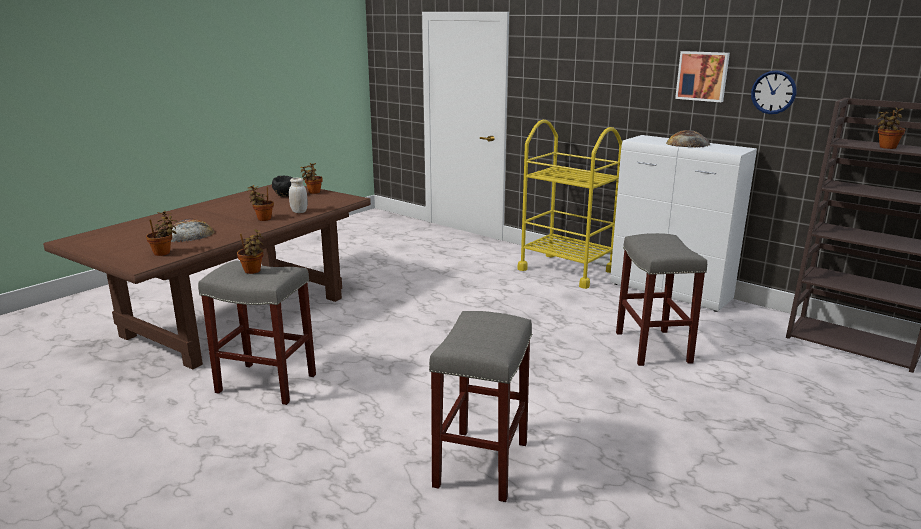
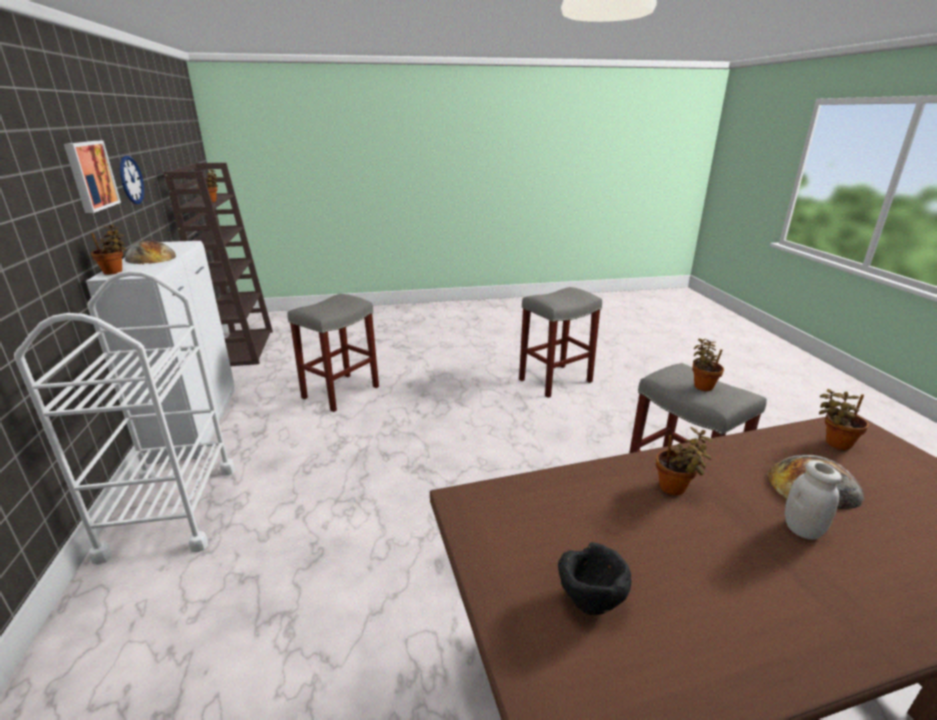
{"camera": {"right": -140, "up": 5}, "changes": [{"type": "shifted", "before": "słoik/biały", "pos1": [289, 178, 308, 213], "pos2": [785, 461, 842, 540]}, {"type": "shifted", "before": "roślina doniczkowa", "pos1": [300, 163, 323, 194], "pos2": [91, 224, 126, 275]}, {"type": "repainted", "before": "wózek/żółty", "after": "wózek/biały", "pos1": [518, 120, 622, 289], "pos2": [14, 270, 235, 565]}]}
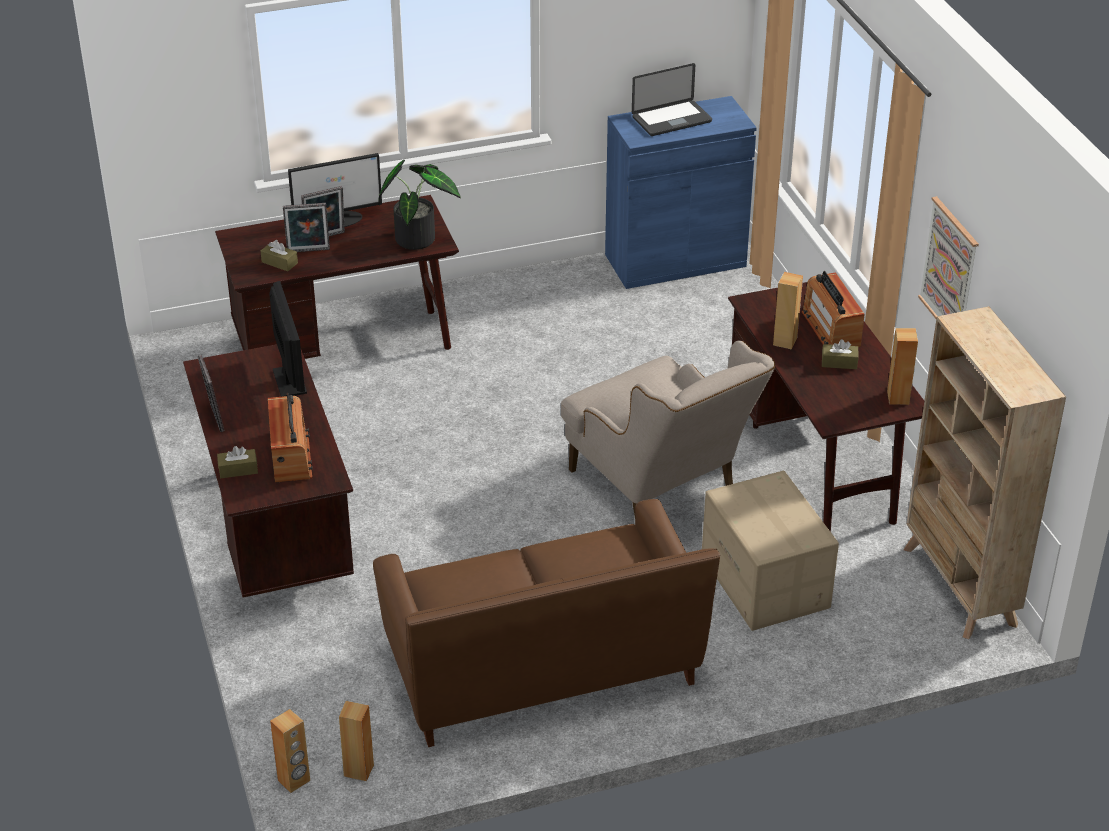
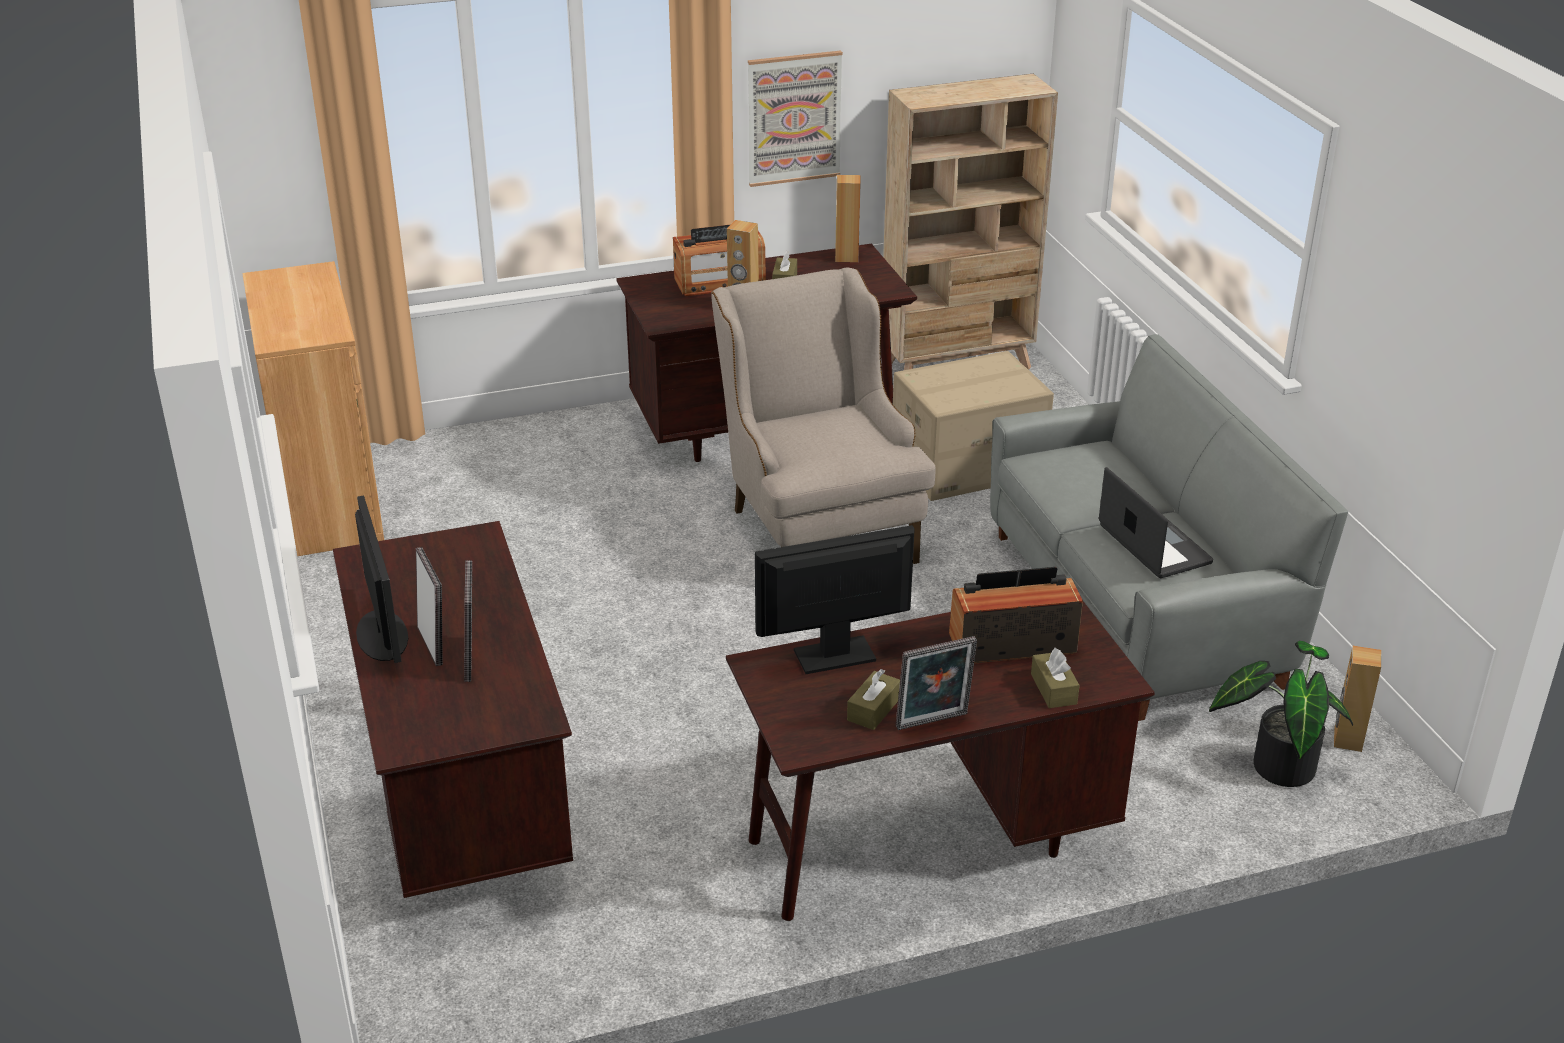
{"camera": {"right": -90, "up": -5}, "changes": [{"type": "gone", "before": "głośnik/brązowy", "pos1": [270, 709, 310, 793]}, {"type": "shifted", "before": "pudełko chusteczek/brązowy", "pos1": [260, 240, 298, 271], "pos2": [847, 669, 900, 730]}, {"type": "shifted", "before": "roślina doniczkowa", "pos1": [378, 160, 461, 250], "pos2": [1209, 641, 1353, 787]}, {"type": "shifted", "before": "laptop", "pos1": [632, 63, 712, 136], "pos2": [1099, 467, 1213, 578]}, {"type": "repainted", "before": "kanapa/brązowy", "after": "kanapa/szary", "pos1": [373, 499, 720, 747], "pos2": [990, 334, 1348, 721]}, {"type": "repainted", "before": "szafka/niebieski", "after": "szafka/brązowy", "pos1": [605, 96, 757, 289], "pos2": [242, 261, 384, 556]}, {"type": "rotated", "before": "fotel/beżowy", "pos1": [561, 341, 775, 515], "pos2": [711, 268, 936, 564], "turn": -75}]}
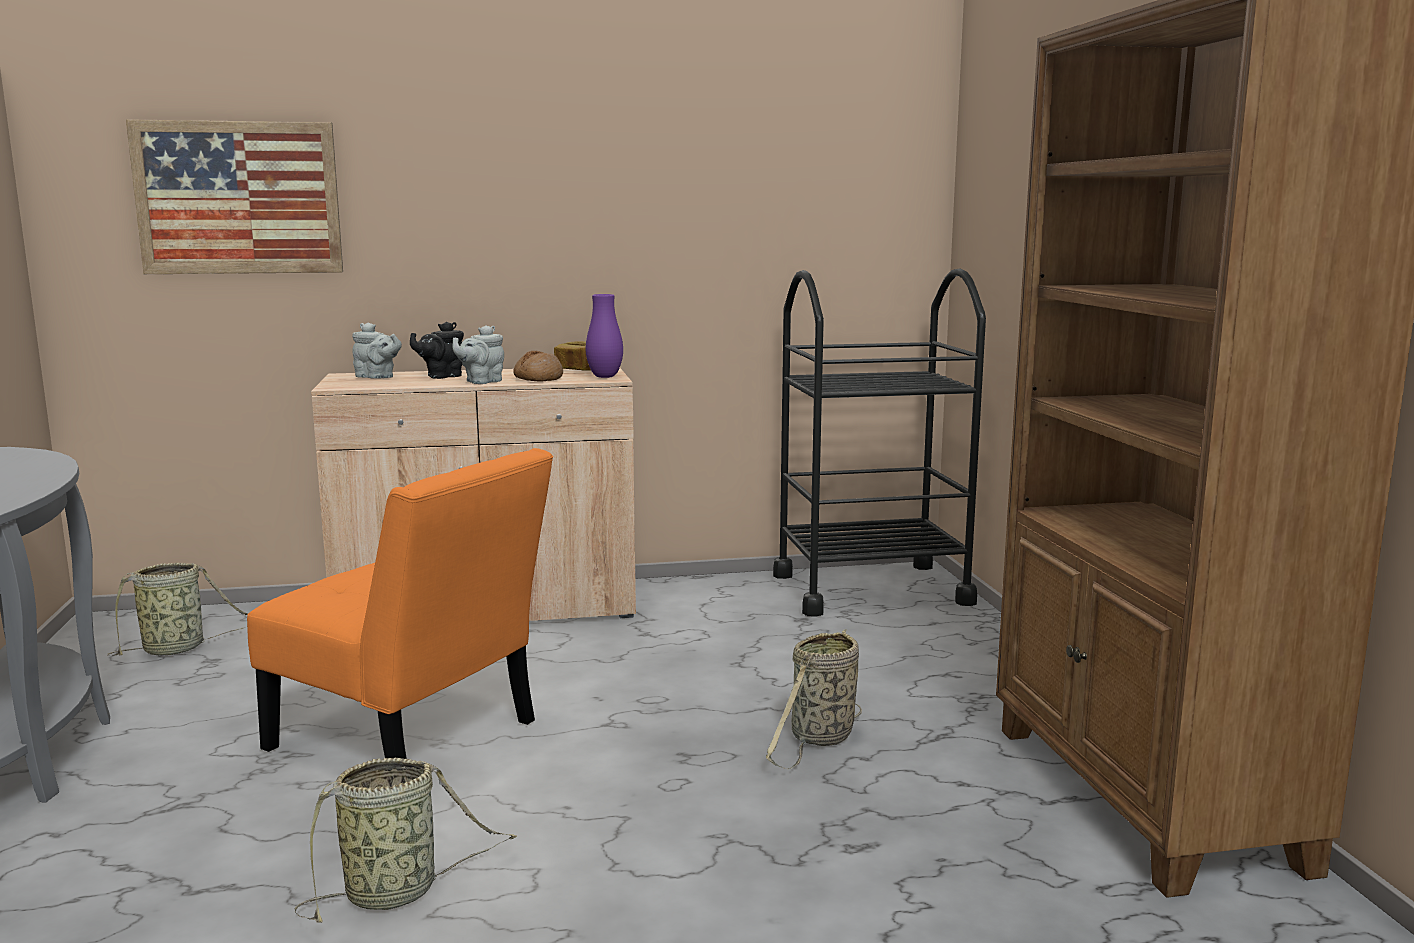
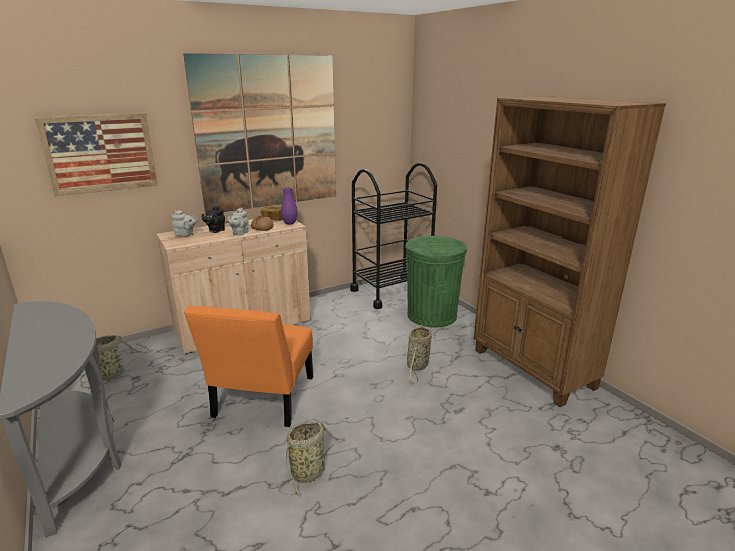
{"camera": {"right": -20, "up": 10}, "changes": [{"type": "new", "after": "obraz", "pos2": [183, 53, 336, 215]}, {"type": "new", "after": "kosz na śmieci/zielony", "pos2": [405, 236, 467, 328]}, {"type": "rotated", "before": "krzesło/pomarańczowy", "pos1": [247, 448, 553, 759], "pos2": [184, 305, 313, 427], "turn": 90}]}
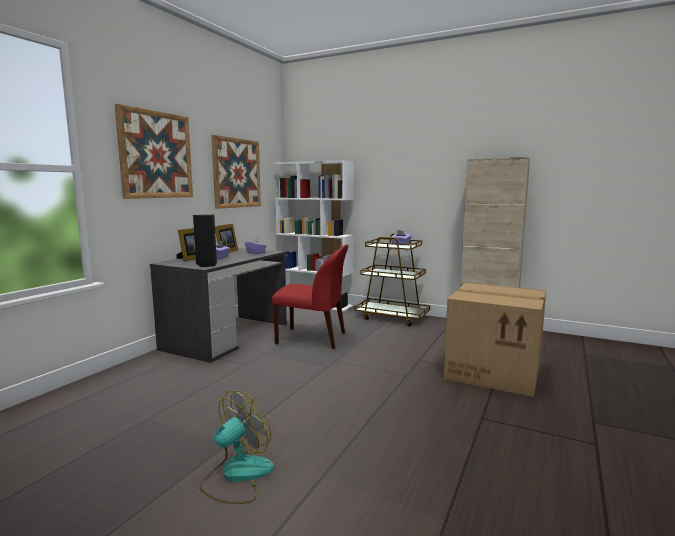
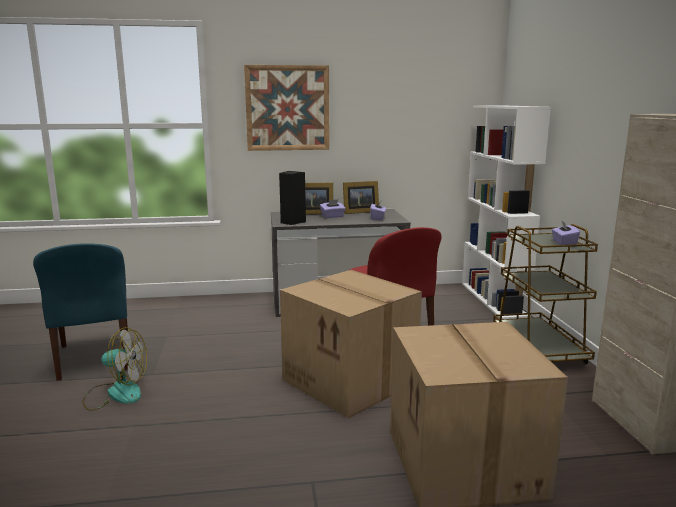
{"camera": {"right": 55, "up": 5}, "changes": [{"type": "gone", "before": "obraz", "pos1": [212, 135, 261, 209]}, {"type": "new", "after": "krzesło/niebieski", "pos2": [33, 243, 129, 380]}, {"type": "new", "after": "karton", "pos2": [280, 270, 422, 418]}]}
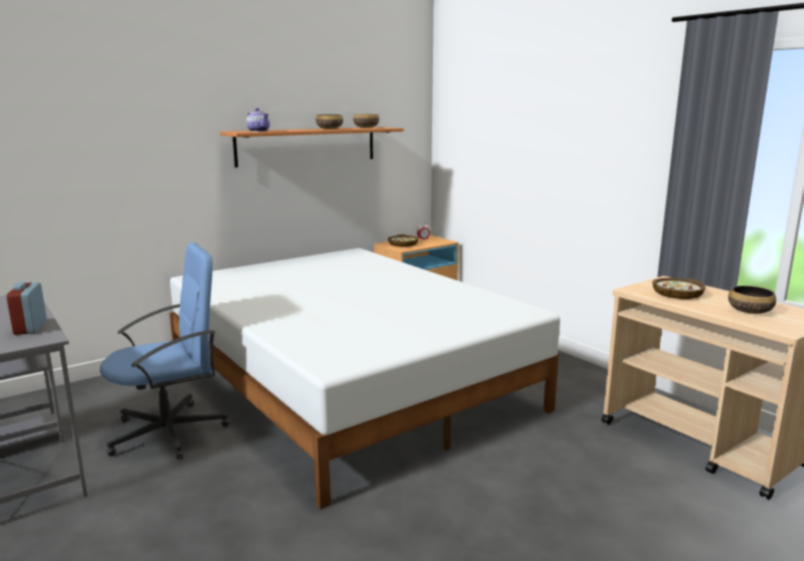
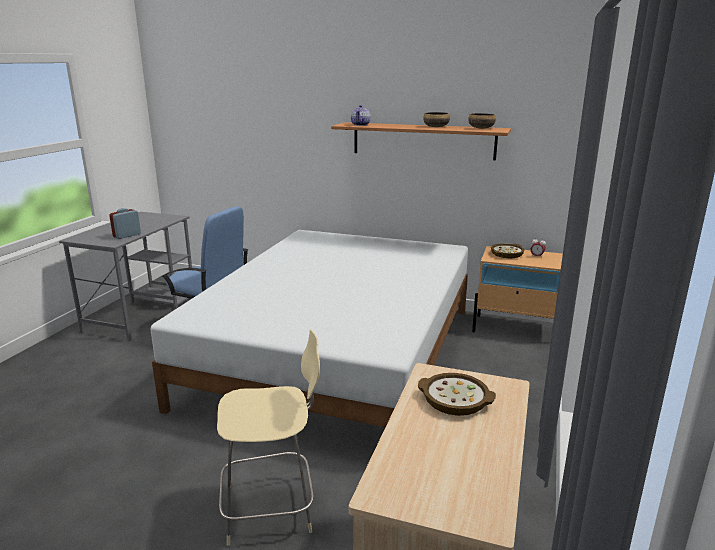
{"camera": {"right": 55, "up": 5}, "changes": [{"type": "gone", "before": "miska", "pos1": [728, 286, 776, 314]}, {"type": "new", "after": "krzesło/beżowy", "pos2": [217, 329, 320, 546]}]}
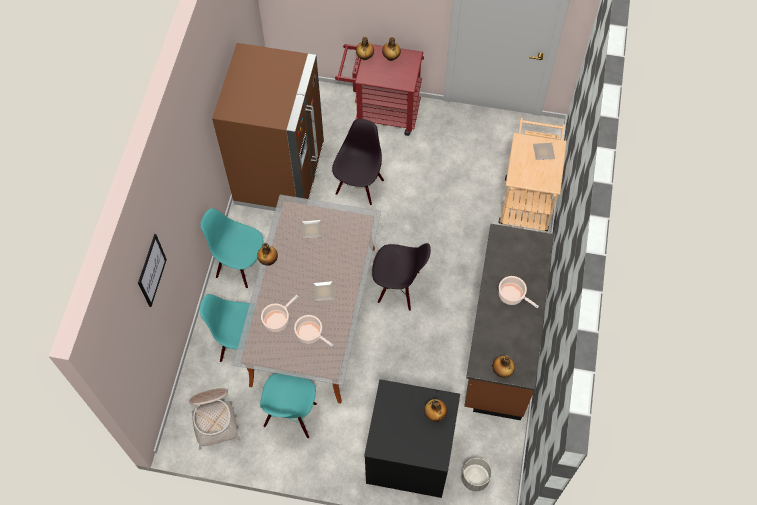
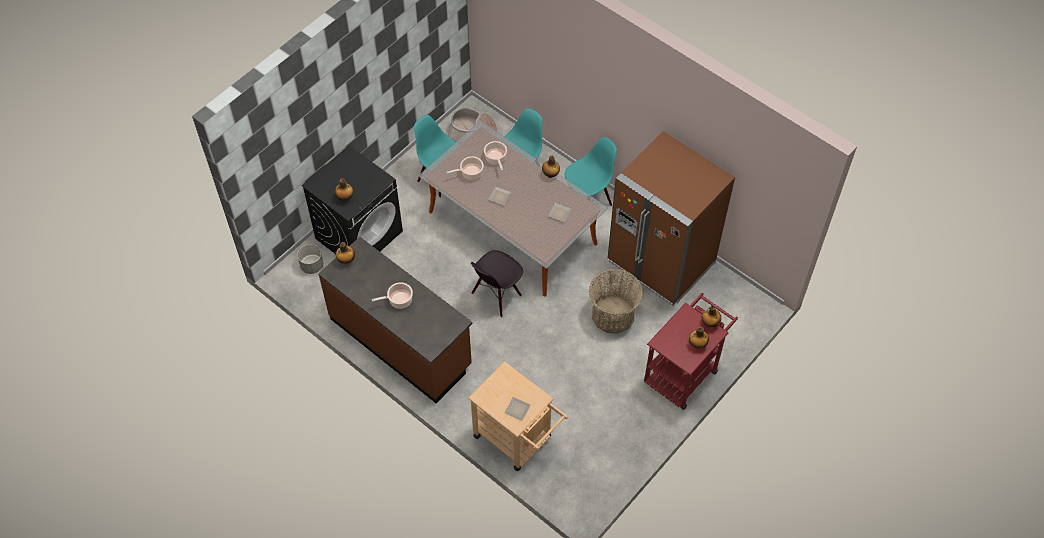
{"camera": {"right": 120, "up": -5}, "changes": [{"type": "gone", "before": "obraz", "pos1": [138, 234, 167, 307]}, {"type": "swapped", "before": "krzesło/czarny", "after": "koszyk", "pos1": [332, 119, 384, 205], "pos2": [589, 269, 643, 333]}]}
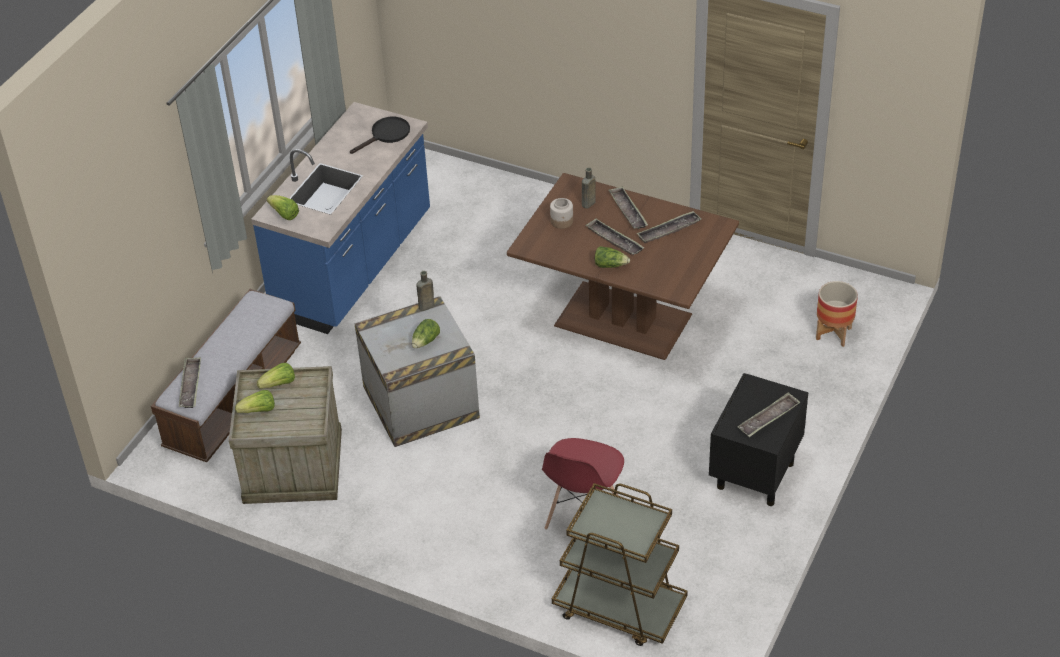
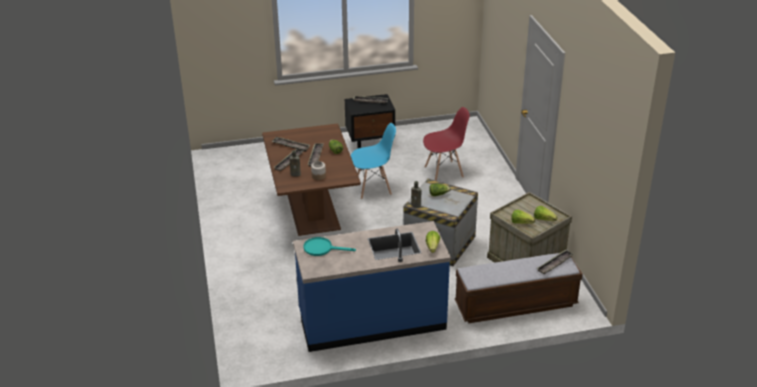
{"camera": {"right": -130, "up": -10}, "changes": [{"type": "gone", "before": "wózek/brązowy", "pos1": [552, 483, 688, 646]}, {"type": "gone", "before": "donica", "pos1": [816, 281, 858, 347]}, {"type": "new", "after": "krzesło/niebieski", "pos2": [351, 123, 396, 199]}, {"type": "repainted", "before": "patelnia/czarny", "after": "patelnia/turkusowy", "pos1": [350, 117, 410, 154], "pos2": [303, 237, 356, 256]}]}
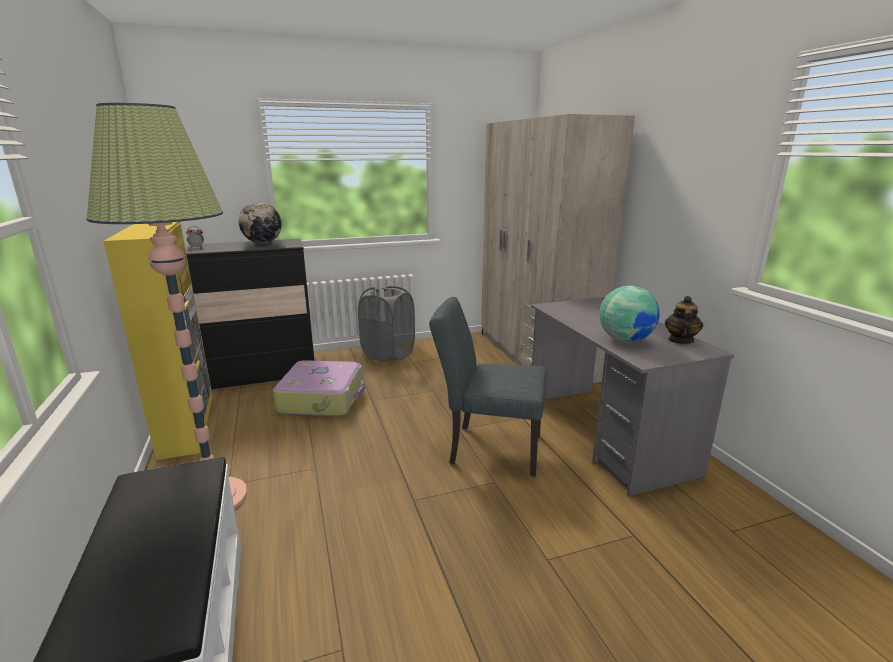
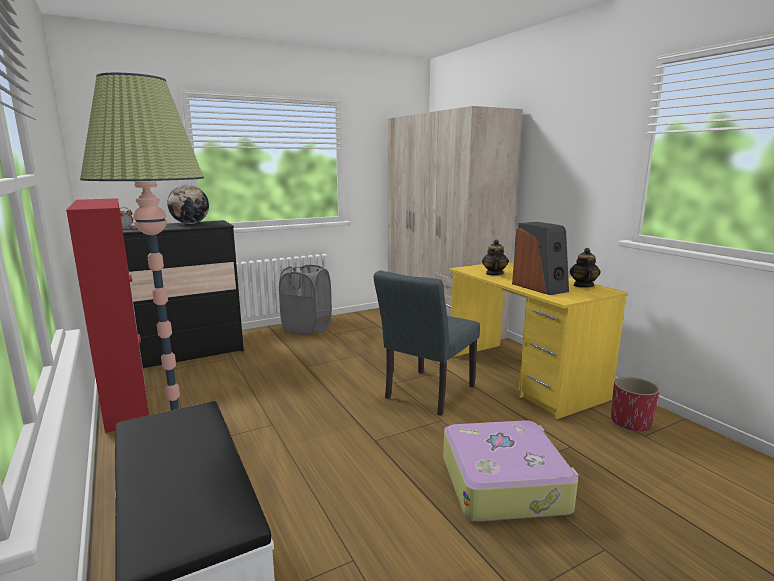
{"camera": {"right": -10, "up": -5}, "changes": [{"type": "new", "after": "imbryk", "pos2": [482, 239, 509, 275]}, {"type": "new", "after": "donica/czerwony", "pos2": [611, 377, 660, 433]}, {"type": "shifted", "before": "walizka", "pos1": [272, 360, 365, 416], "pos2": [443, 420, 579, 522]}, {"type": "swapped", "before": "globus", "after": "głośnik", "pos1": [599, 286, 660, 342], "pos2": [512, 222, 569, 295]}, {"type": "repainted", "before": "szafka/żółty", "after": "szafka/czerwony", "pos1": [103, 222, 213, 460], "pos2": [66, 198, 149, 433]}, {"type": "repainted", "before": "biurko/szary", "after": "biurko/żółty", "pos1": [531, 297, 734, 496], "pos2": [449, 262, 628, 420]}, {"type": "rotated", "before": "krzesło/szary", "pos1": [429, 297, 546, 477], "pos2": [374, 271, 480, 416], "turn": -60}]}
